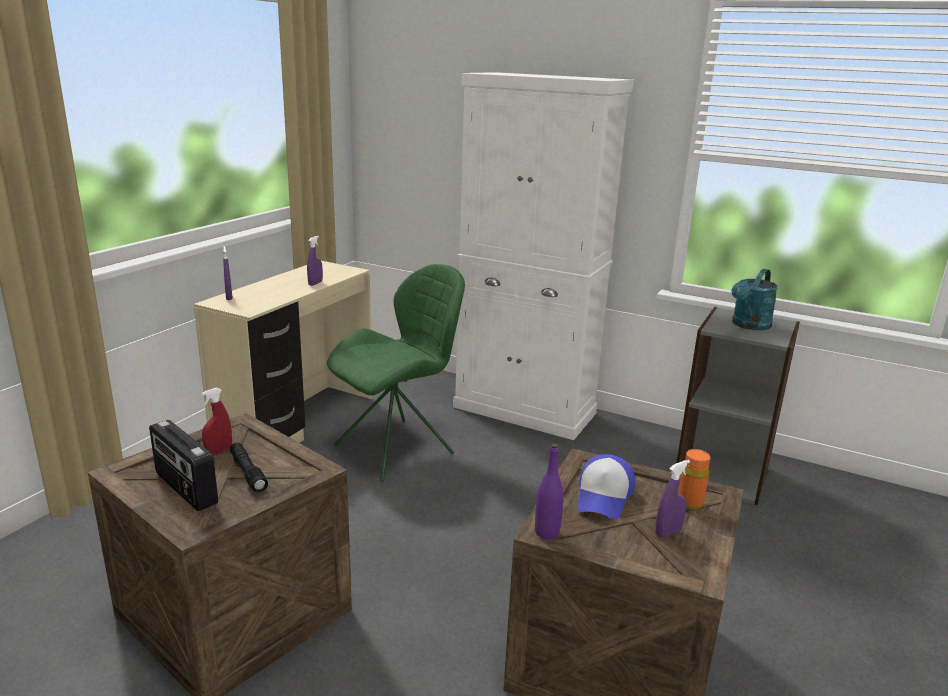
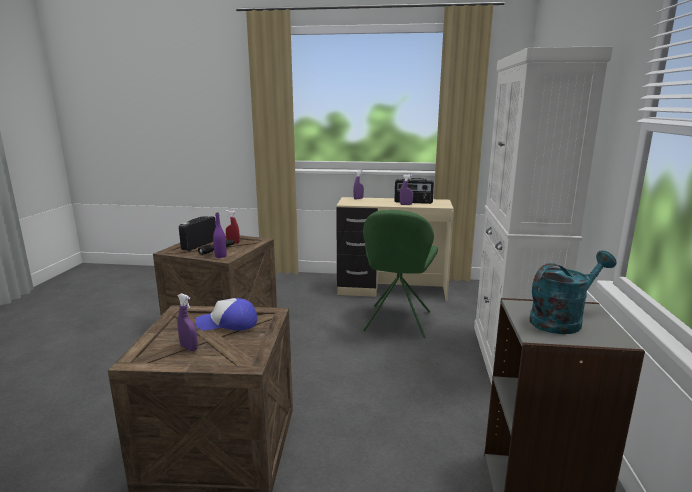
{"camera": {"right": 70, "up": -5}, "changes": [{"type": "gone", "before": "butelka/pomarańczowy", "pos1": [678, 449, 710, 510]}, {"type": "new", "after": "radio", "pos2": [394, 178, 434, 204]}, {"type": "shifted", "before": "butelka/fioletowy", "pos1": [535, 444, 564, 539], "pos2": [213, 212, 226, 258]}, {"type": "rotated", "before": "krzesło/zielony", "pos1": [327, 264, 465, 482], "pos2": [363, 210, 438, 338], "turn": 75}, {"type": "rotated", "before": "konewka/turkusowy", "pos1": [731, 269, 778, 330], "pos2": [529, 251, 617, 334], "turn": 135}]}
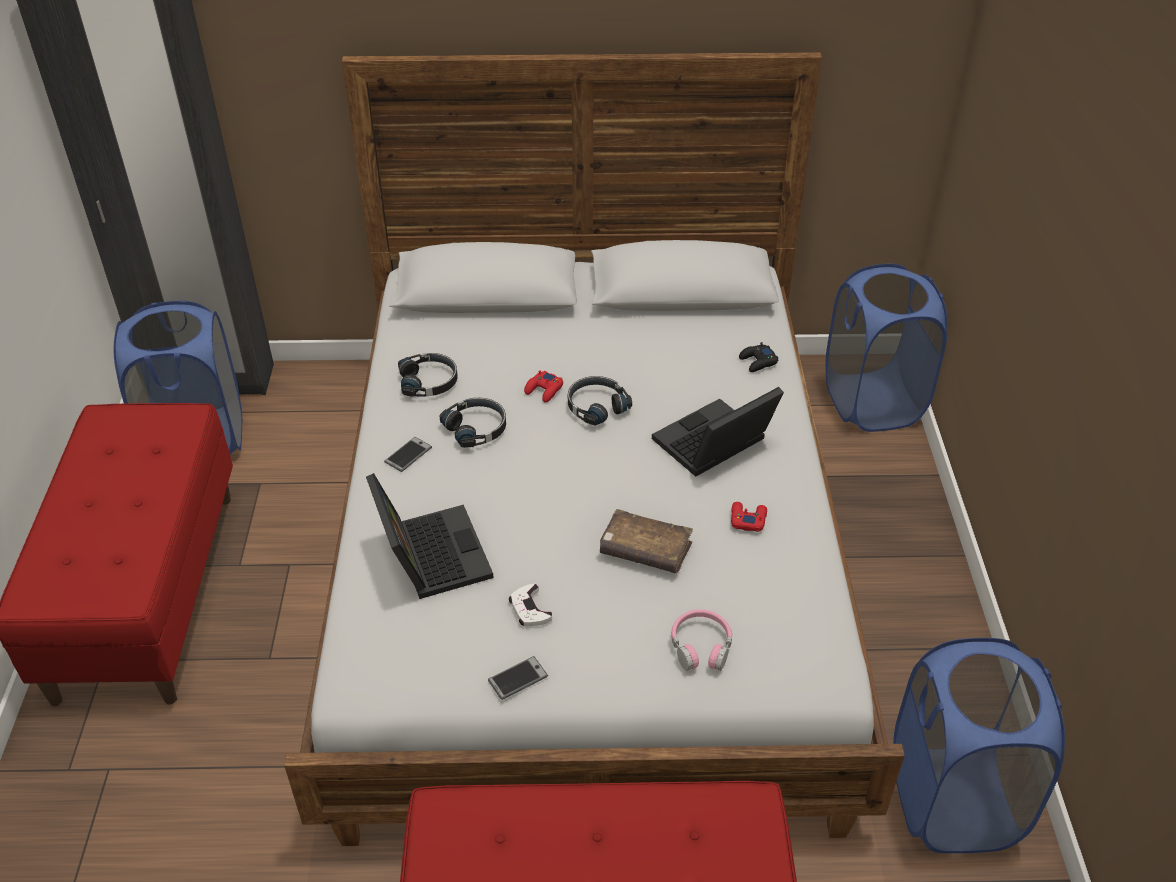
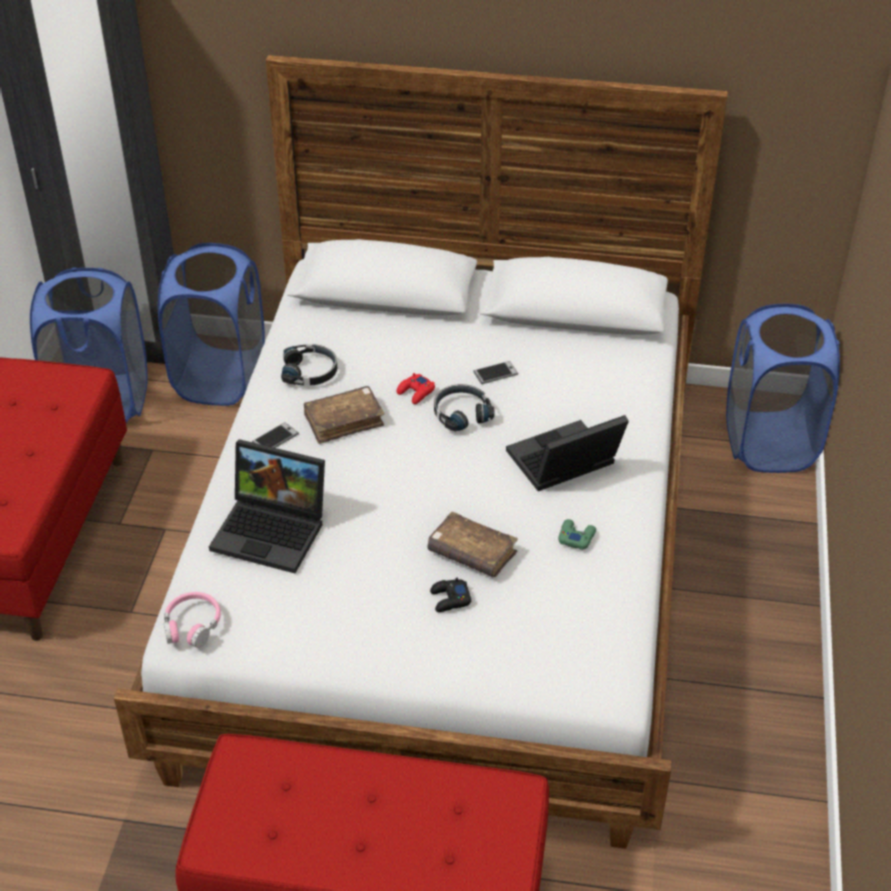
{"camera": {"right": 10, "up": 0}, "changes": [{"type": "gone", "before": "pad do gier/biały", "pos1": [509, 584, 552, 626]}, {"type": "shifted", "before": "telefon", "pos1": [488, 656, 548, 700], "pos2": [473, 361, 518, 384]}, {"type": "shifted", "before": "słuchawki/różowy", "pos1": [671, 609, 732, 671], "pos2": [164, 592, 221, 648]}, {"type": "shifted", "before": "pad do gier/czarny", "pos1": [739, 342, 779, 372], "pos2": [430, 578, 472, 612]}, {"type": "shifted", "before": "kosz na pranie/niebieski", "pos1": [893, 638, 1065, 853], "pos2": [158, 243, 265, 406]}, {"type": "swapped", "before": "słuchawki/czarny", "after": "książka/brązowy", "pos1": [439, 398, 506, 448], "pos2": [304, 386, 385, 444]}, {"type": "repainted", "before": "pad do gier/czerwony", "after": "pad do gier/zielony", "pos1": [731, 502, 767, 532], "pos2": [558, 519, 596, 550]}, {"type": "rotated", "before": "laptop", "pos1": [366, 473, 493, 599], "pos2": [209, 439, 325, 573], "turn": 120}]}
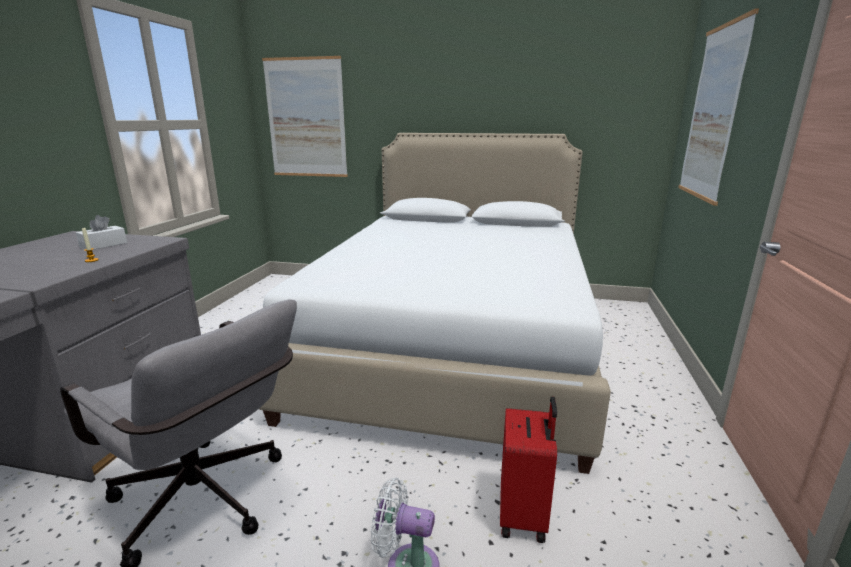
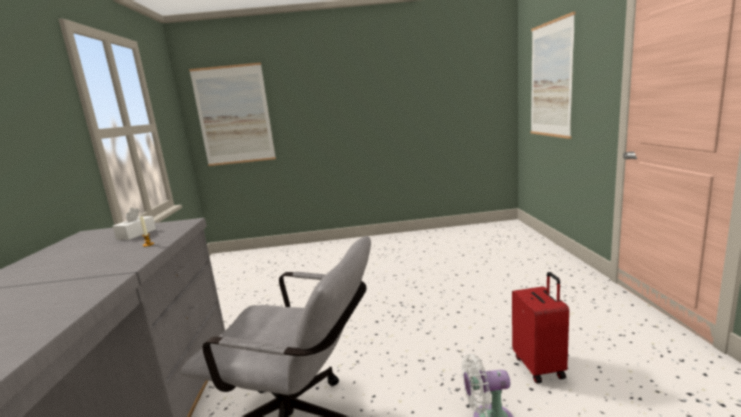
{"camera": {"right": -15, "up": -5}, "changes": [{"type": "gone", "before": "łóżko/biały", "pos1": [259, 133, 611, 474]}]}
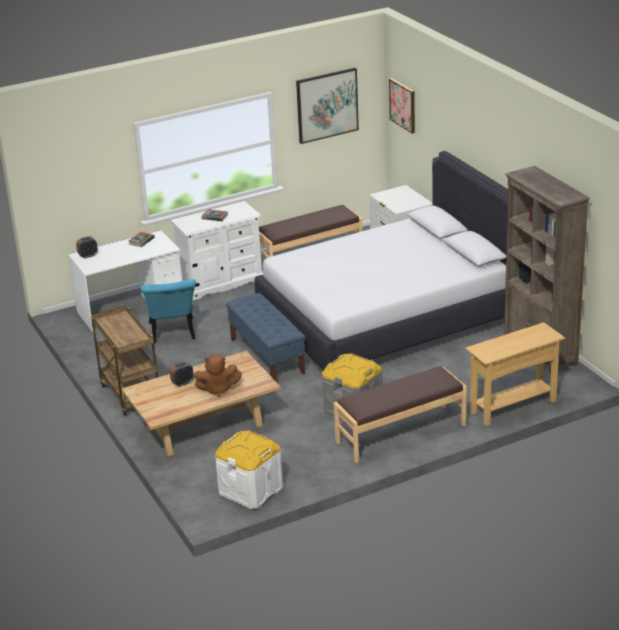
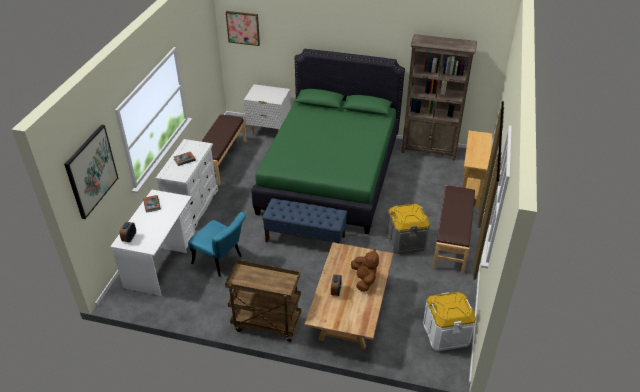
{"camera": {"right": -50, "up": 10}, "changes": [{"type": "shifted", "before": "obraz", "pos1": [296, 68, 359, 144], "pos2": [64, 125, 118, 219]}, {"type": "repainted", "before": "łóżko/biały", "after": "łóżko/zielony", "pos1": [254, 151, 508, 370], "pos2": [252, 49, 405, 234]}, {"type": "rotated", "before": "pluszak/brązowy", "pos1": [194, 354, 242, 397], "pos2": [351, 248, 379, 292], "turn": -45}]}
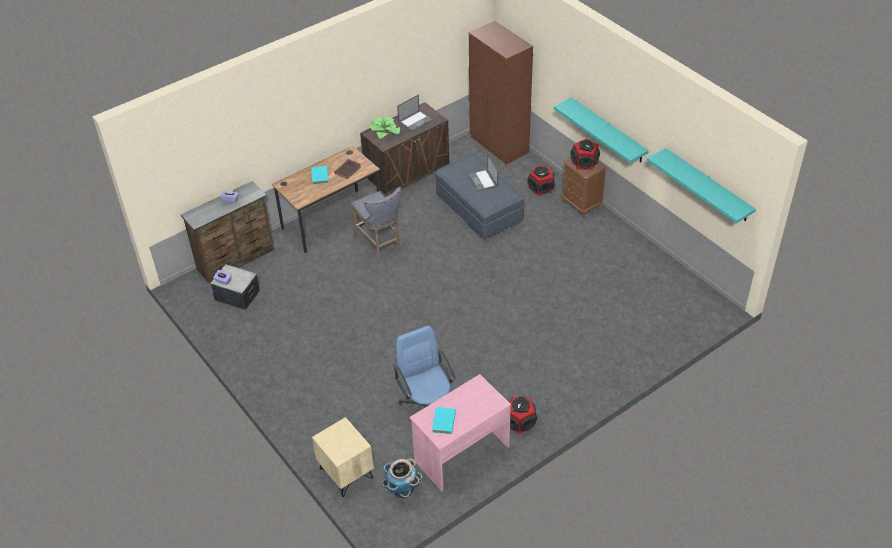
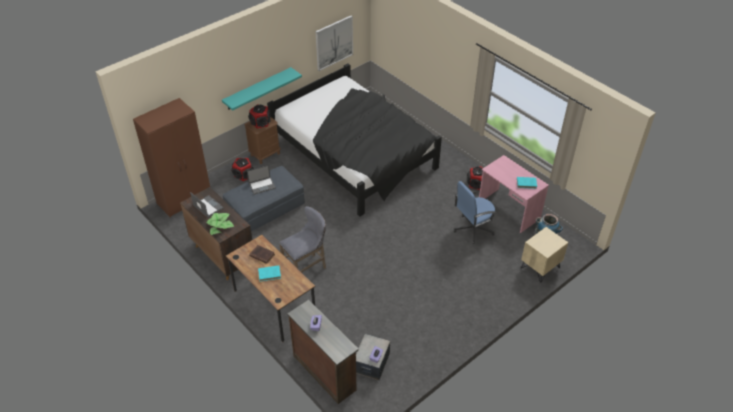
{"camera": {"right": -95, "up": 0}, "changes": [{"type": "new", "after": "łóżko/czarny", "pos2": [267, 63, 442, 217]}, {"type": "swapped", "before": "półka/turkusowy", "after": "obraz", "pos1": [647, 148, 756, 223], "pos2": [315, 15, 353, 71]}]}
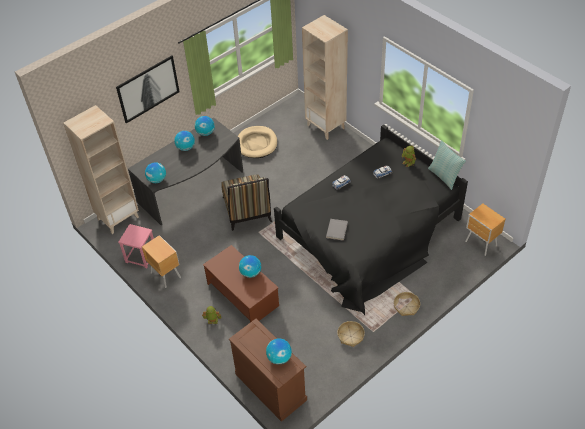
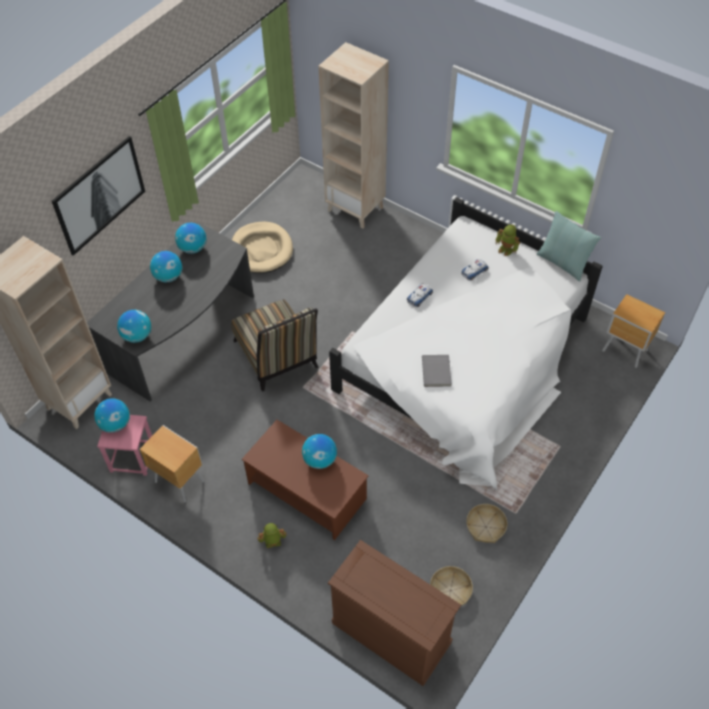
{"camera": {"right": -15, "up": 5}, "changes": [{"type": "shifted", "before": "globus", "pos1": [266, 338, 292, 364], "pos2": [94, 398, 130, 433]}, {"type": "shifted", "before": "koszyk", "pos1": [394, 292, 420, 316], "pos2": [430, 566, 473, 606]}, {"type": "repainted", "before": "łóżko/czarny", "after": "łóżko/biały", "pos1": [274, 125, 468, 316], "pos2": [329, 197, 603, 491]}]}
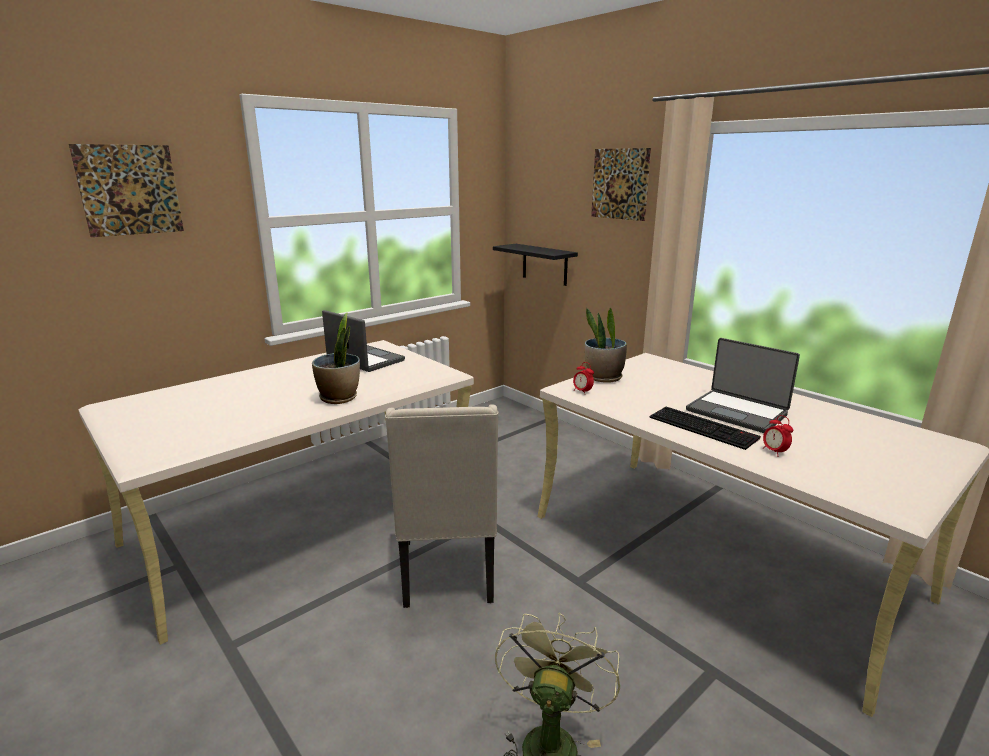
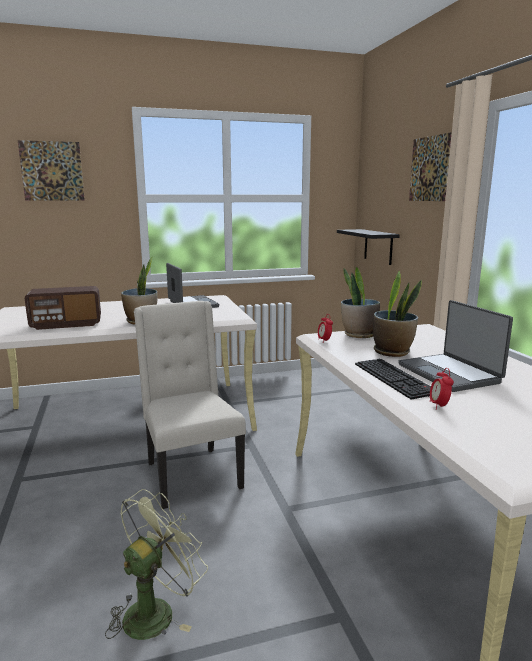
{"camera": {"right": 25, "up": -5}, "changes": [{"type": "new", "after": "radio", "pos2": [25, 286, 101, 330]}, {"type": "new", "after": "roślina doniczkowa", "pos2": [373, 271, 422, 357]}, {"type": "rotated", "before": "krzesło/beżowy", "pos1": [385, 404, 499, 608], "pos2": [134, 301, 246, 509], "turn": 135}]}
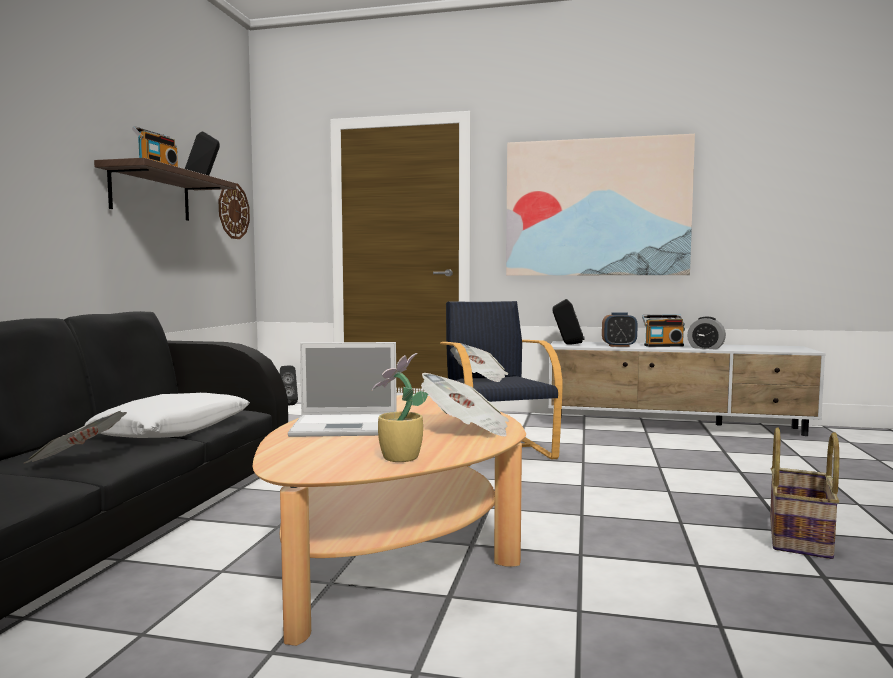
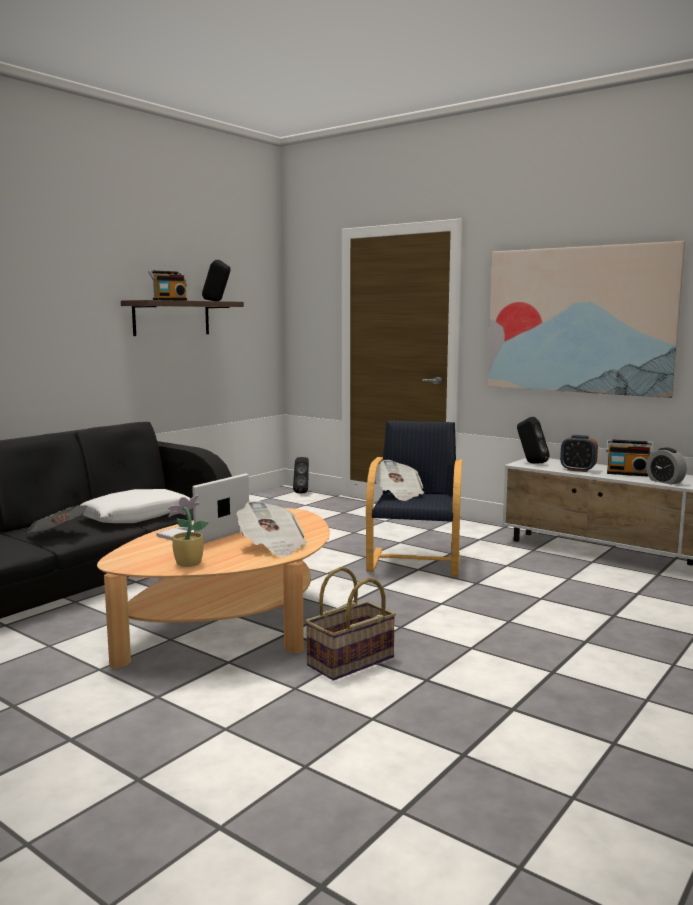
{"camera": {"right": 25, "up": 5}, "changes": [{"type": "gone", "before": "zegar ścienny", "pos1": [219, 183, 250, 239]}, {"type": "shifted", "before": "koszyk", "pos1": [770, 427, 840, 559], "pos2": [305, 567, 396, 680]}, {"type": "rotated", "before": "laptop", "pos1": [288, 342, 397, 437], "pos2": [156, 473, 249, 543], "turn": 105}]}
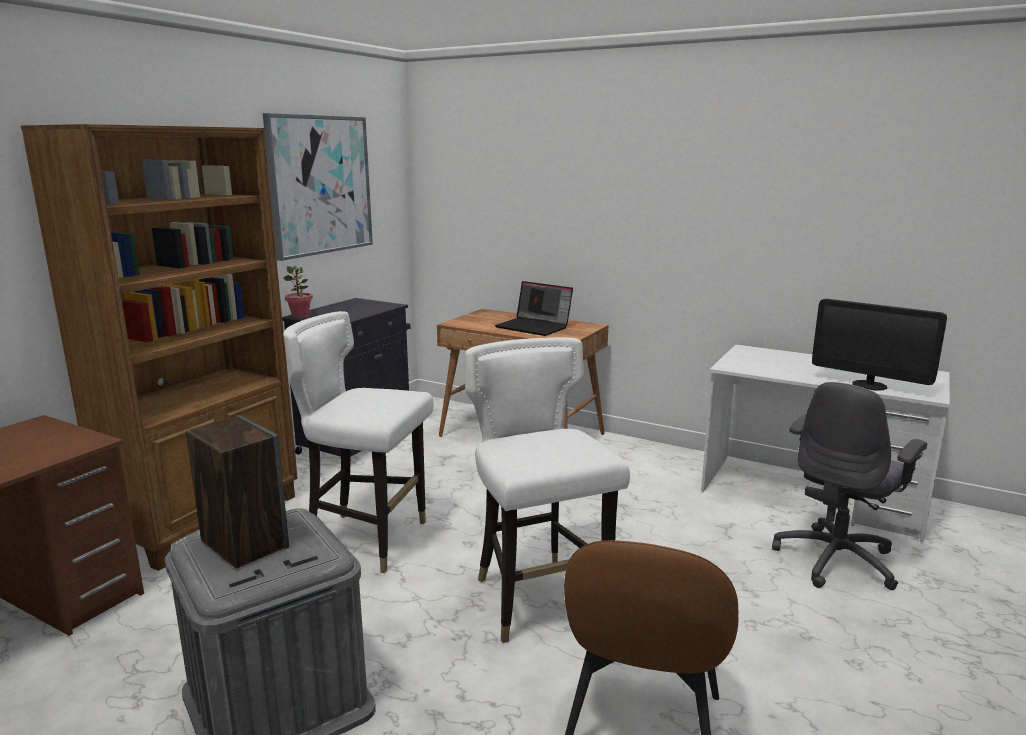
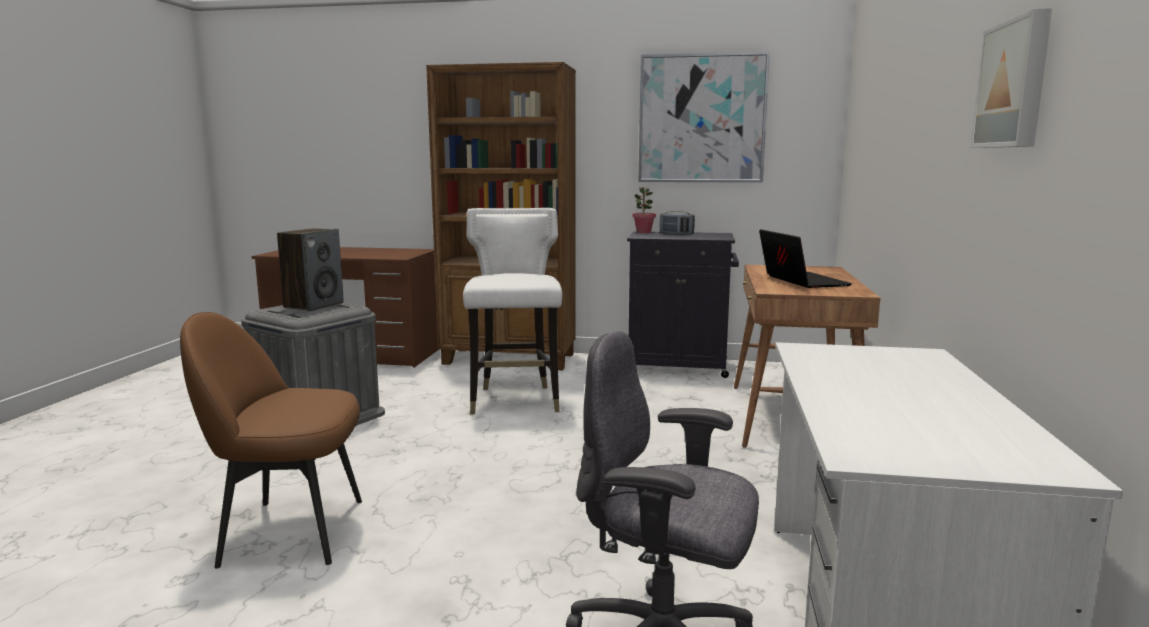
{"camera": {"right": 70, "up": -5}, "changes": [{"type": "gone", "before": "krzesło/biały", "pos1": [465, 337, 630, 643]}, {"type": "gone", "before": "monitor", "pos1": [812, 299, 947, 391]}, {"type": "new", "after": "radio", "pos2": [660, 211, 695, 235]}, {"type": "new", "after": "obraz", "pos2": [970, 8, 1052, 148]}, {"type": "rotated", "before": "laptop", "pos1": [495, 281, 573, 336], "pos2": [759, 229, 852, 288], "turn": 150}]}
